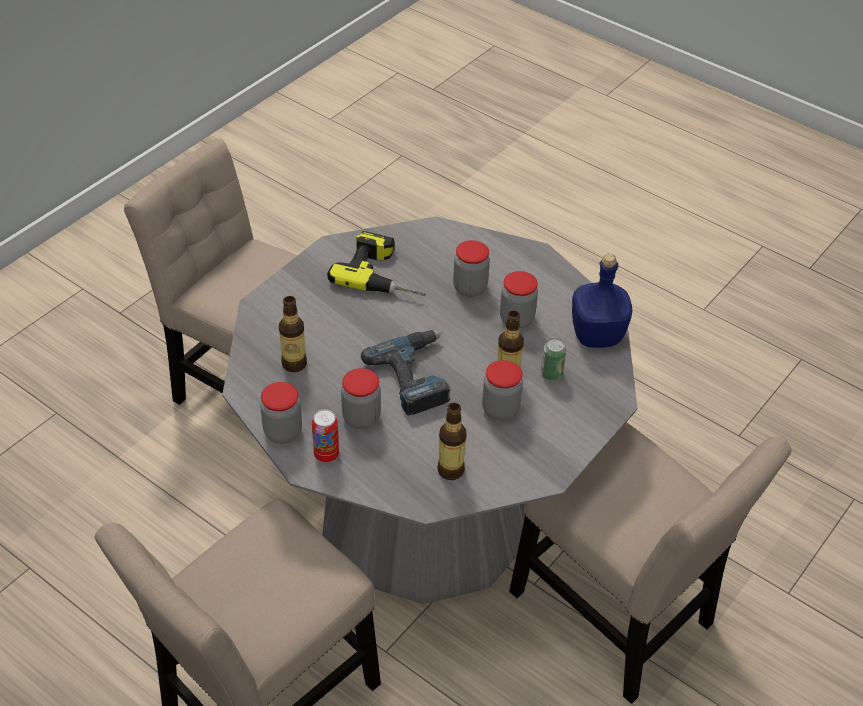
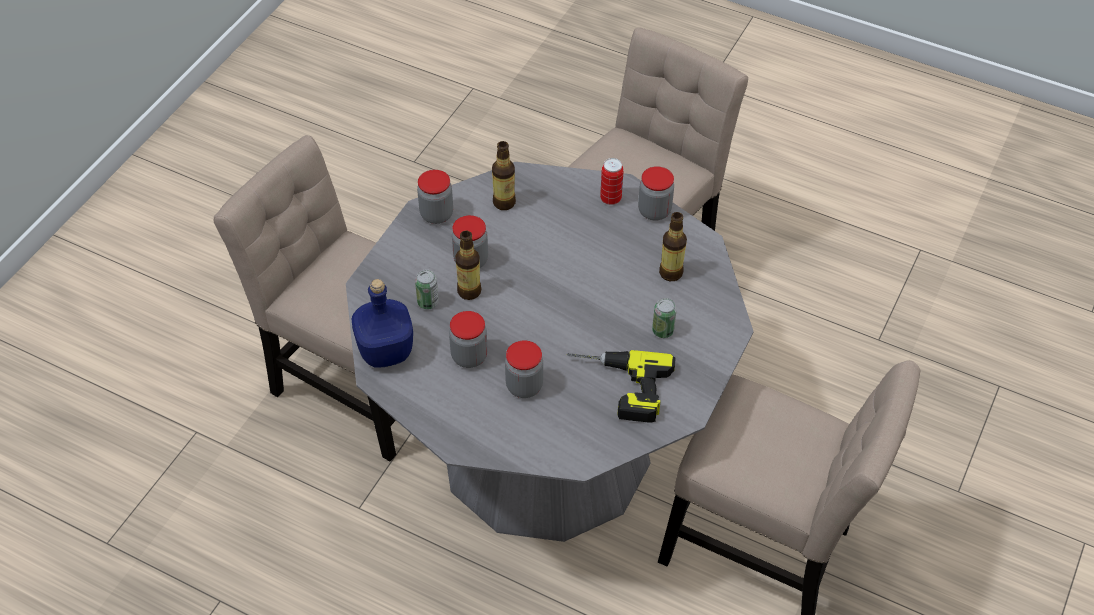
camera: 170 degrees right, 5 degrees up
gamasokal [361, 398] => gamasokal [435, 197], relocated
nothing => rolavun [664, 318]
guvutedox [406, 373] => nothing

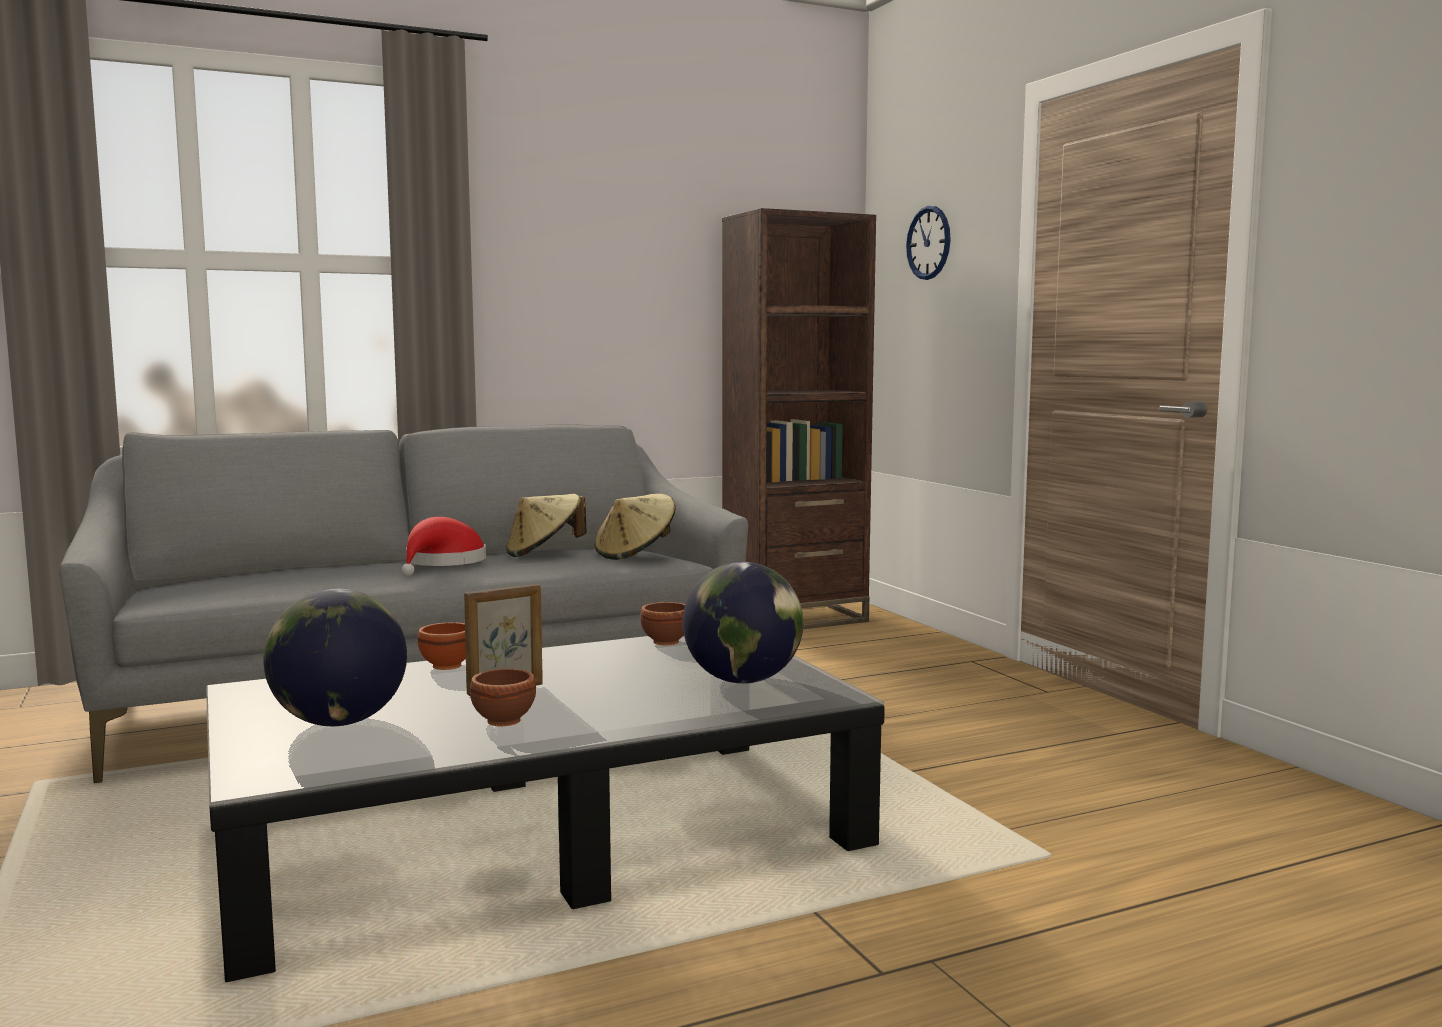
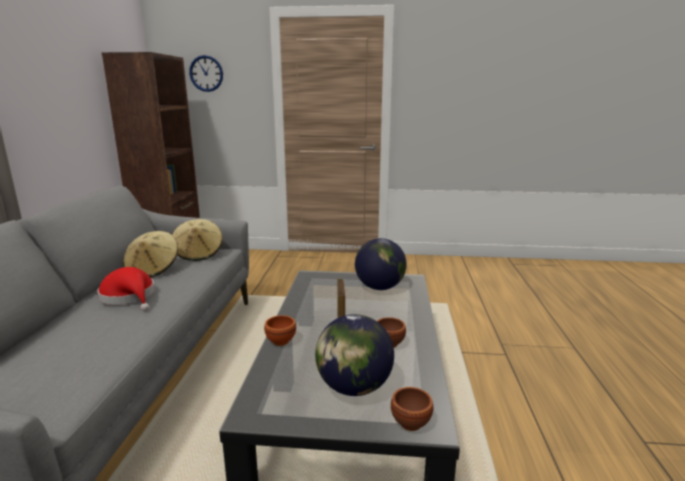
camera: 60 degrees left, 10 degrees up
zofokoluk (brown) [662, 623] => zofokoluk (brown) [412, 409], relocated

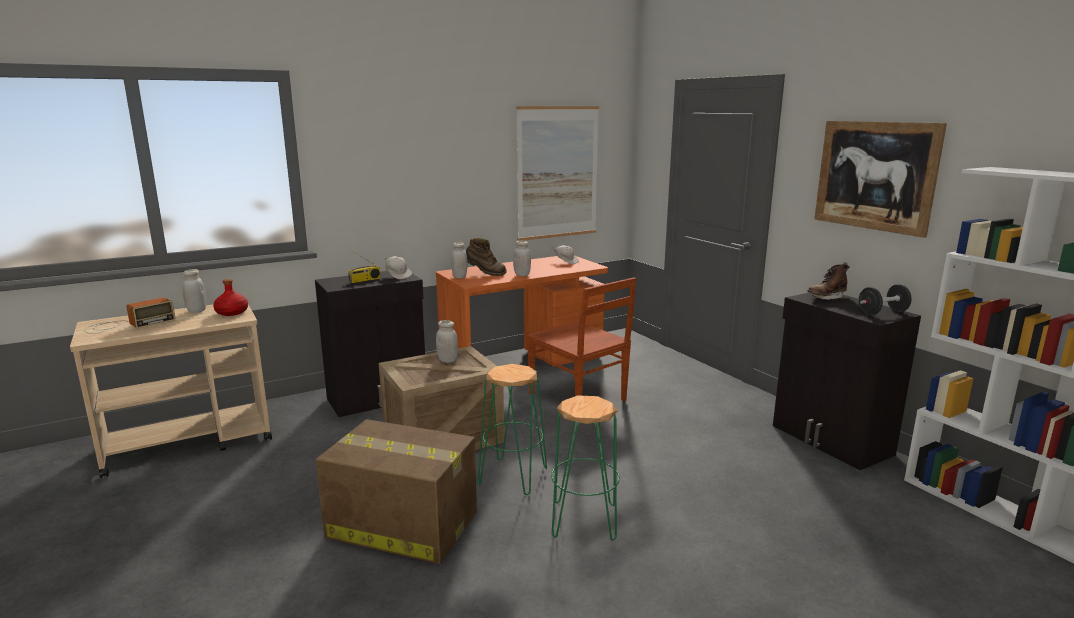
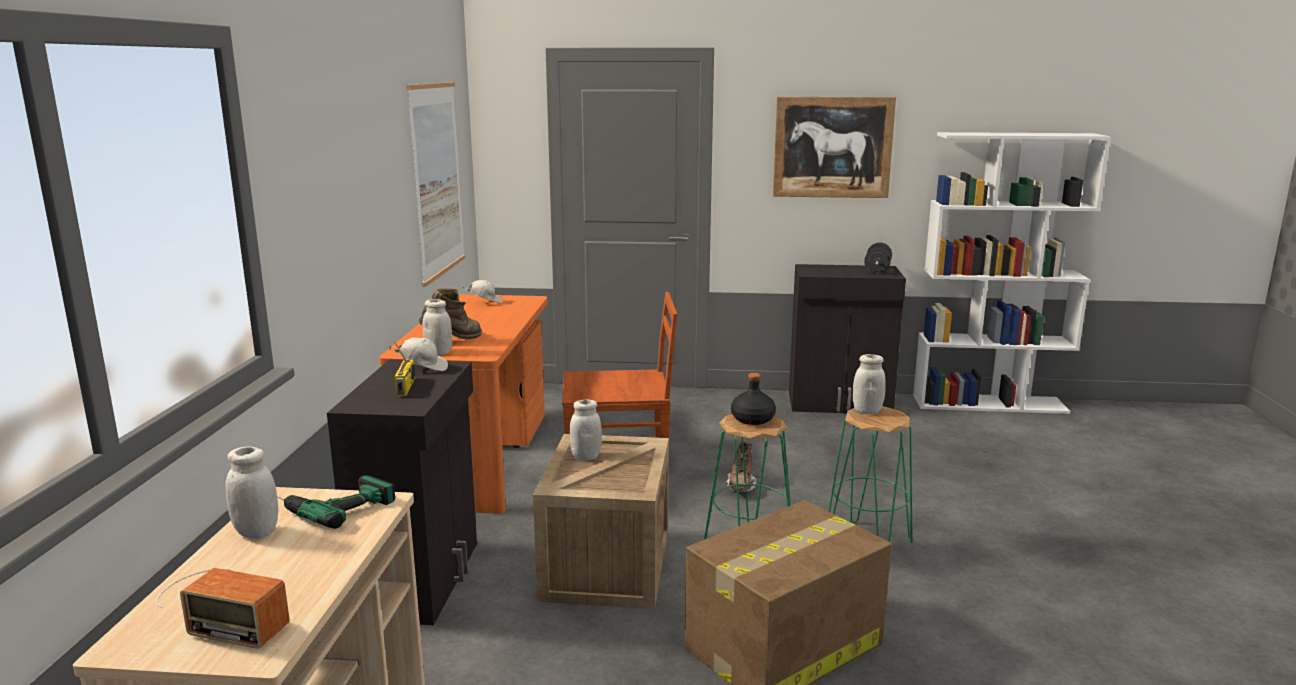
camera: 55 degrees left, 0 degrees up
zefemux [129, 315] => zefemux [223, 608], 120 degrees clockwise
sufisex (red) [230, 297] => guvutedox [336, 502]
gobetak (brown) [828, 281] => gobetak (brown) [741, 466], relocated
nothing => sufisex (black) [753, 399]
gamasokal (white) [522, 258] => gamasokal (white) [869, 384], relocated

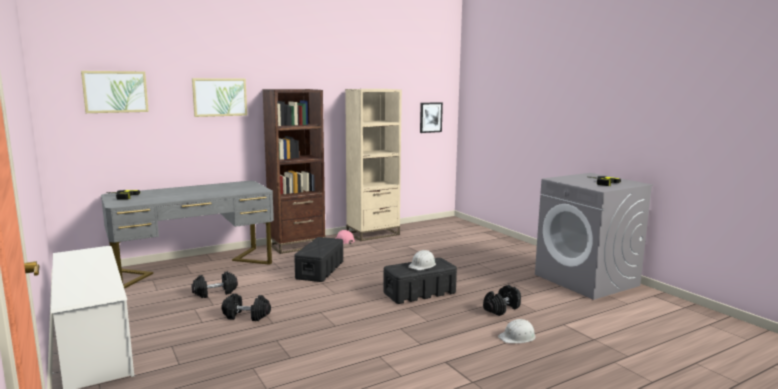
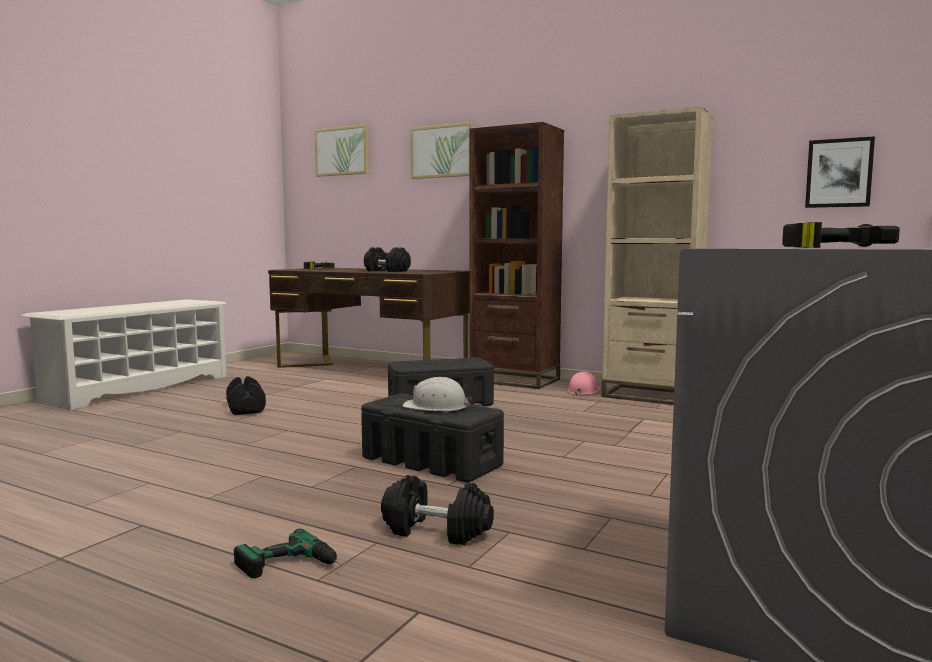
camera: 60 degrees right, 5 degrees down
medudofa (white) [517, 331] => guvutedox [289, 553]
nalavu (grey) [187, 235] => nalavu (brown) [368, 318]
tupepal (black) [214, 284] => tupepal (black) [387, 259], relocated

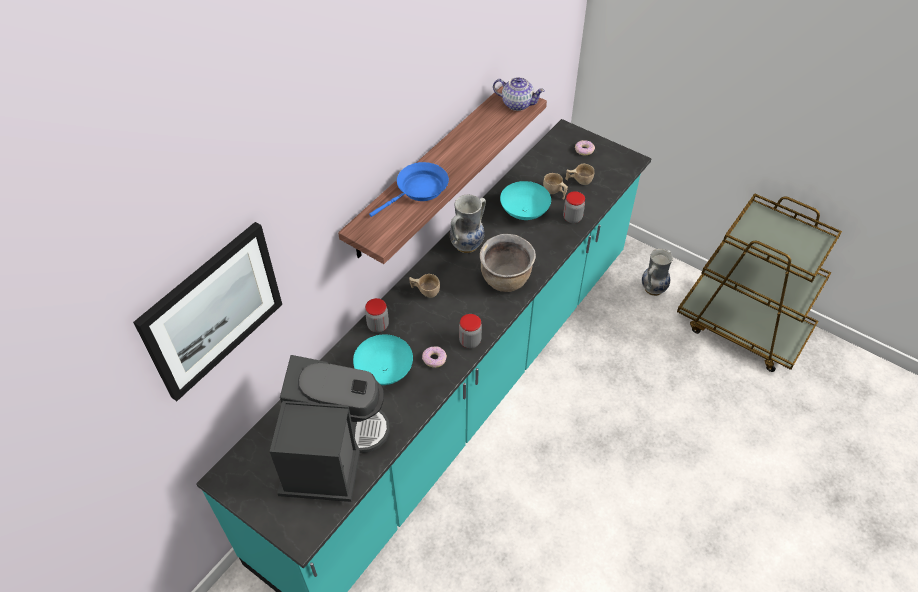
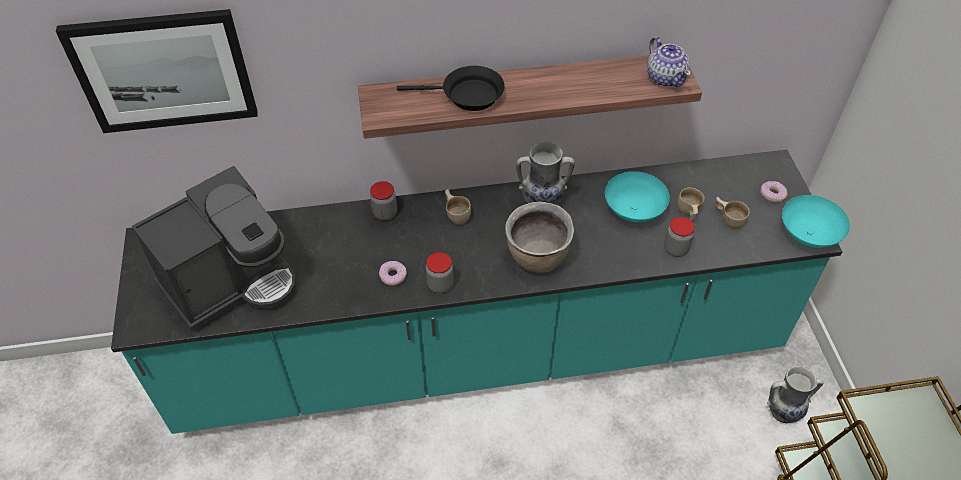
camera: 45 degrees right, 0 degrees up
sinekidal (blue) [409, 189] => sinekidal (black) [451, 88]
zofokoluk (turquoise) [383, 359] => zofokoluk (turquoise) [816, 221], relocated

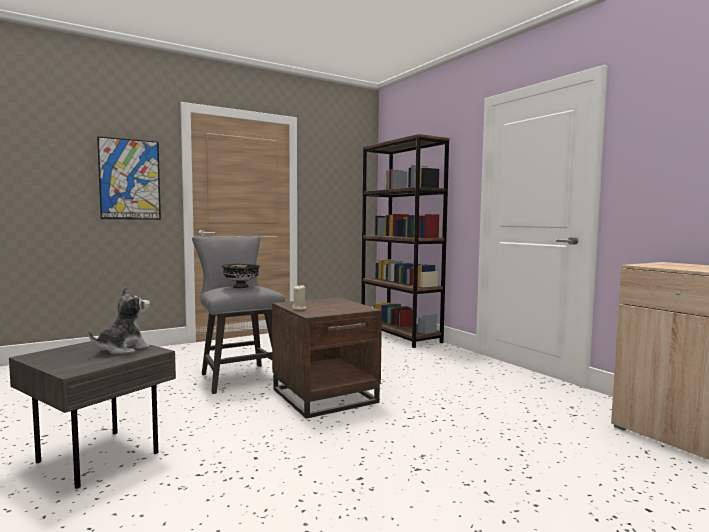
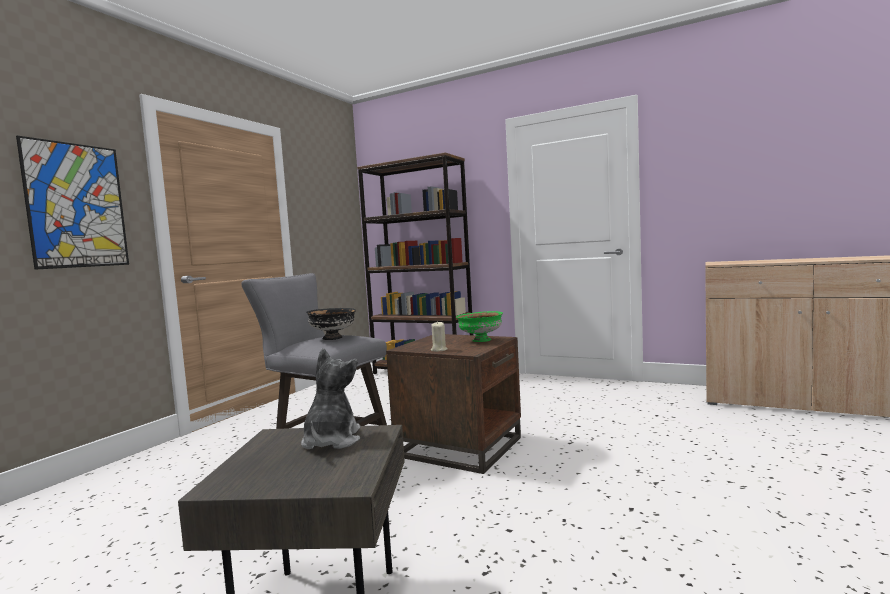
camera: 30 degrees left, 0 degrees up
nothing => zofokoluk (green) [479, 326]

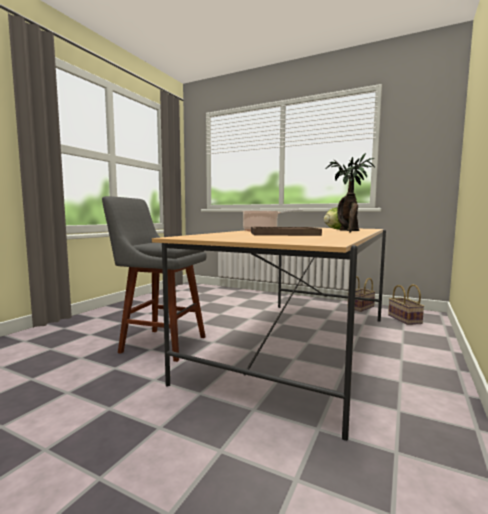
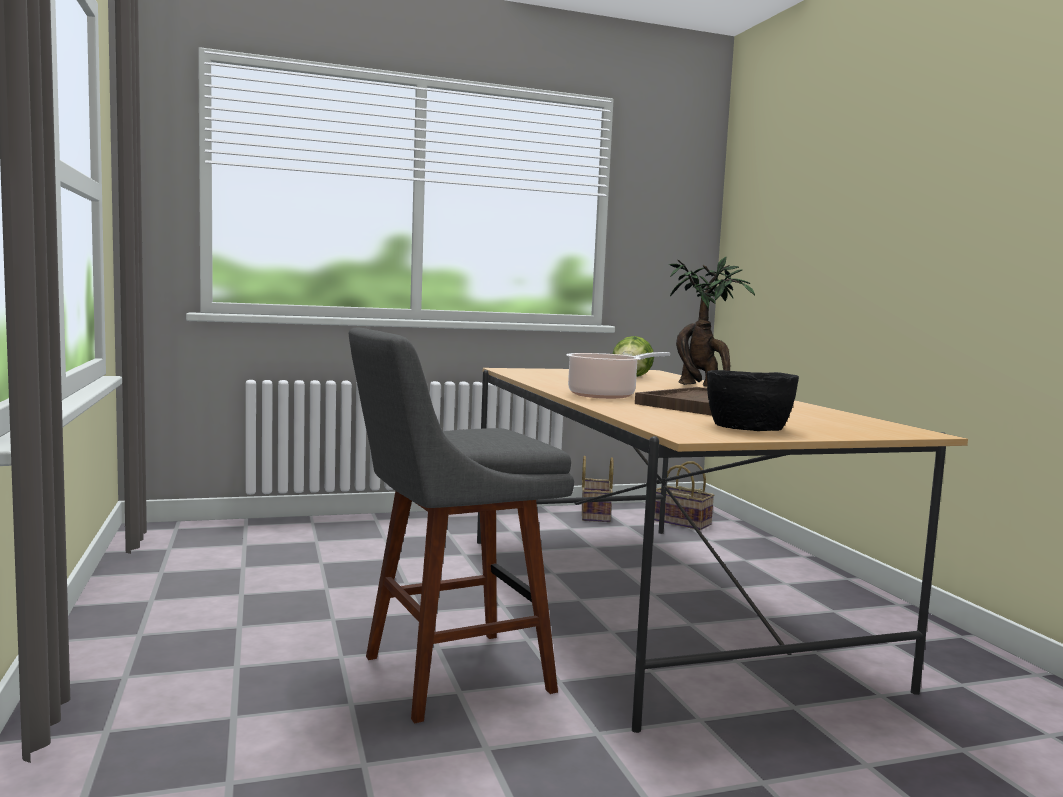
camera: 45 degrees left, 0 degrees up
nothing => zofokoluk (black) [753, 400]

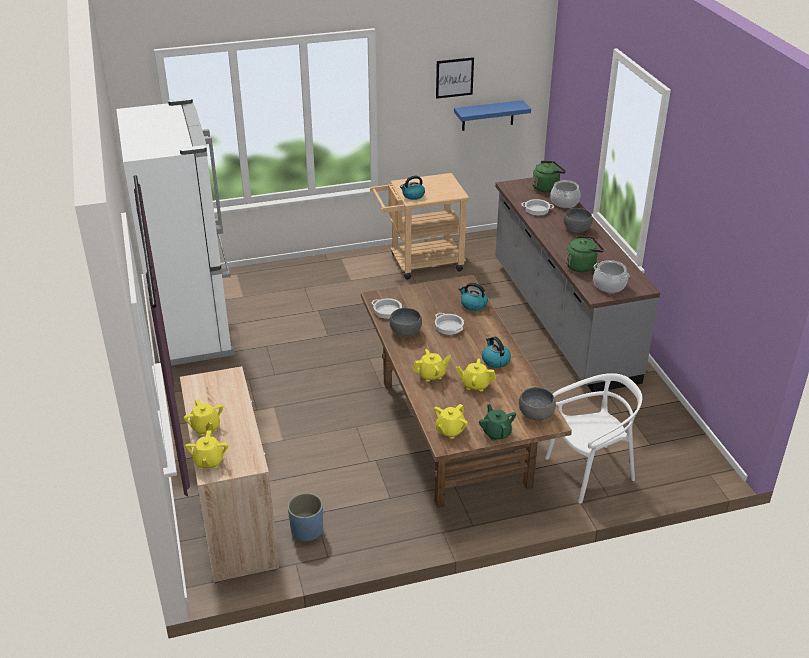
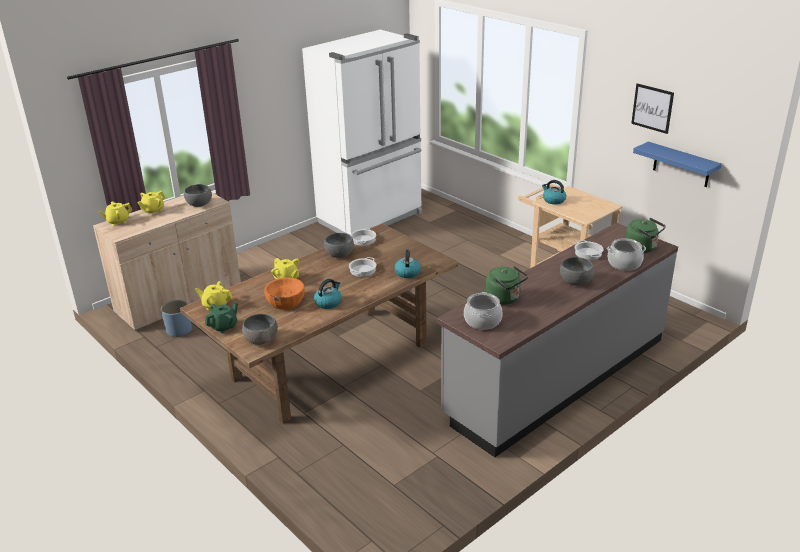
camera: 65 degrees right, 5 degrees down
nothing => zofokoluk (grey) [198, 195]
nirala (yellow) [476, 374] => zofokoluk (orange) [284, 293]
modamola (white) [593, 438] => nothing

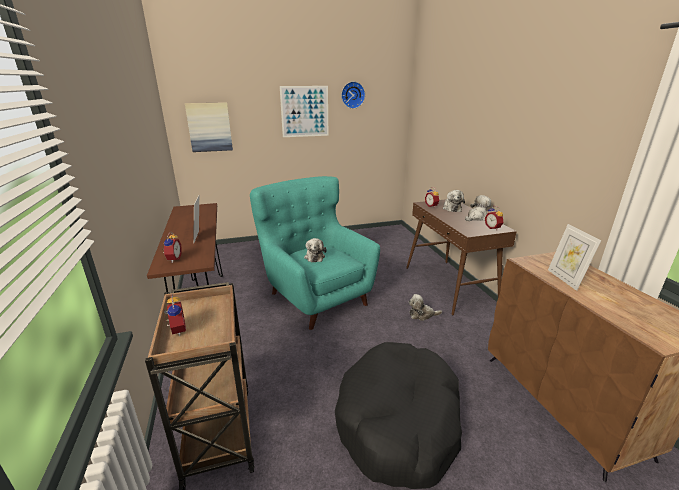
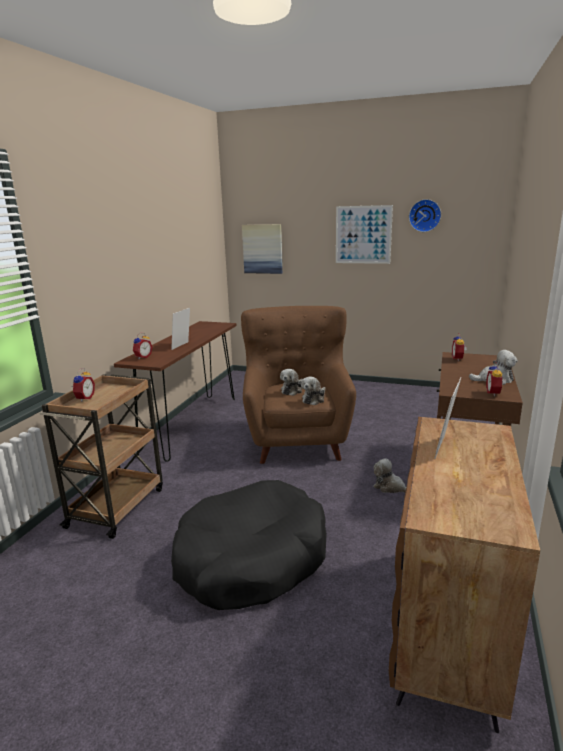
camera: 35 degrees right, 5 degrees down
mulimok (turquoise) [315, 253] => mulimok (brown) [298, 385]
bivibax [454, 201] => bivibax [313, 391], relocated

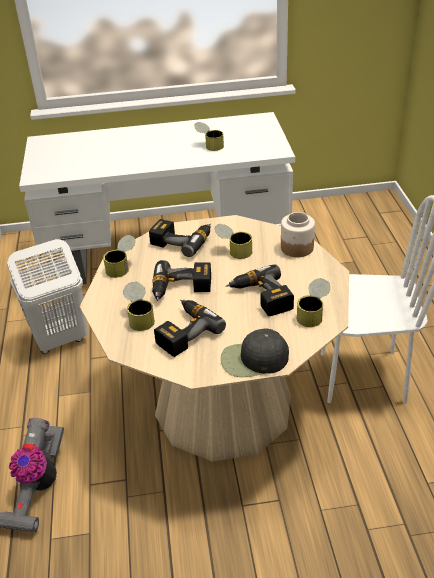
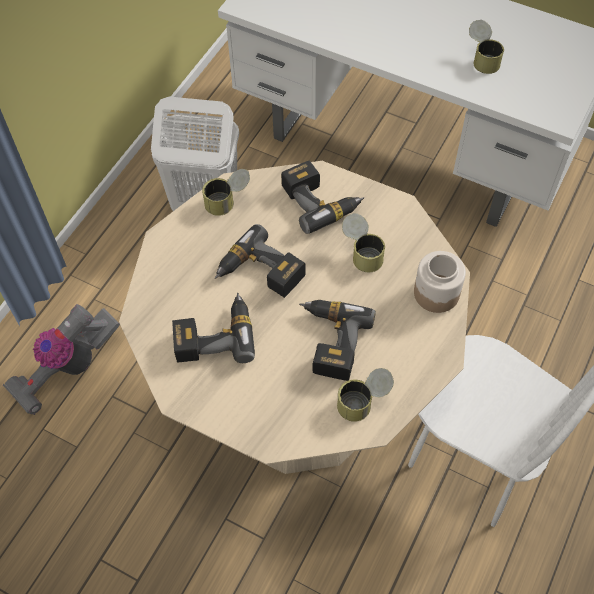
camera: 35 degrees right, 20 degrees up
rolavun [139, 306] => nothing
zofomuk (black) [255, 352] => nothing

